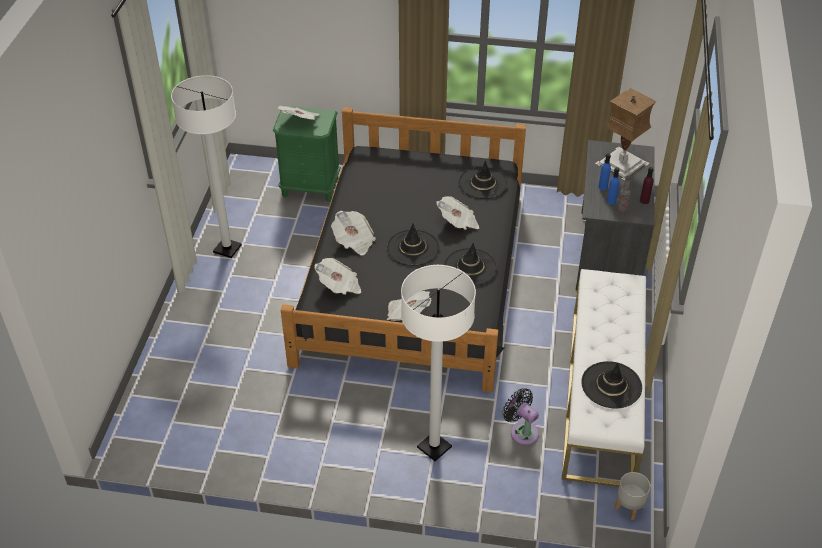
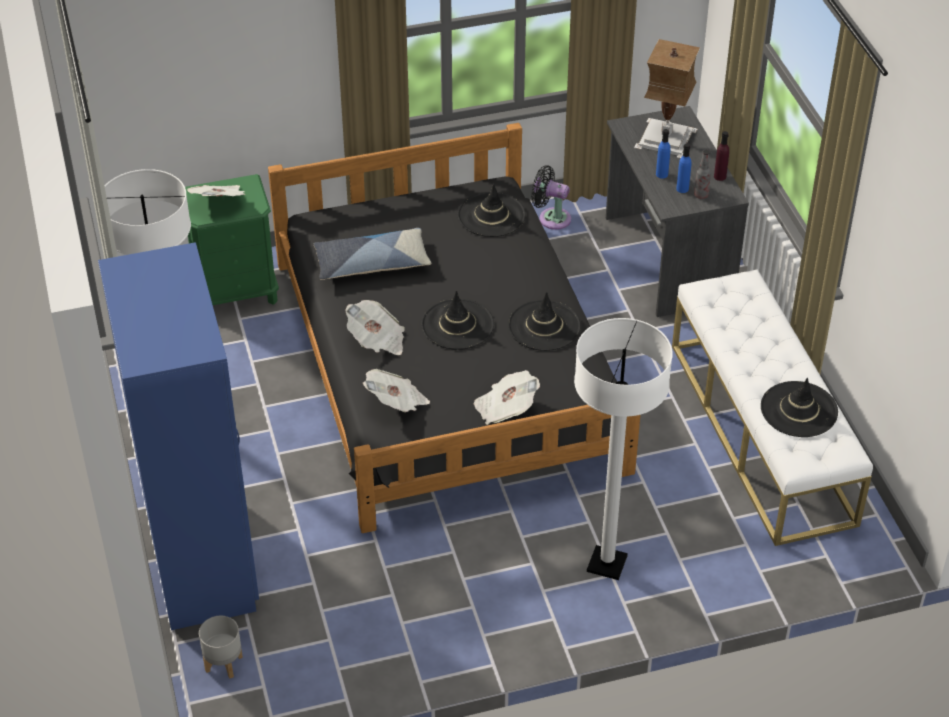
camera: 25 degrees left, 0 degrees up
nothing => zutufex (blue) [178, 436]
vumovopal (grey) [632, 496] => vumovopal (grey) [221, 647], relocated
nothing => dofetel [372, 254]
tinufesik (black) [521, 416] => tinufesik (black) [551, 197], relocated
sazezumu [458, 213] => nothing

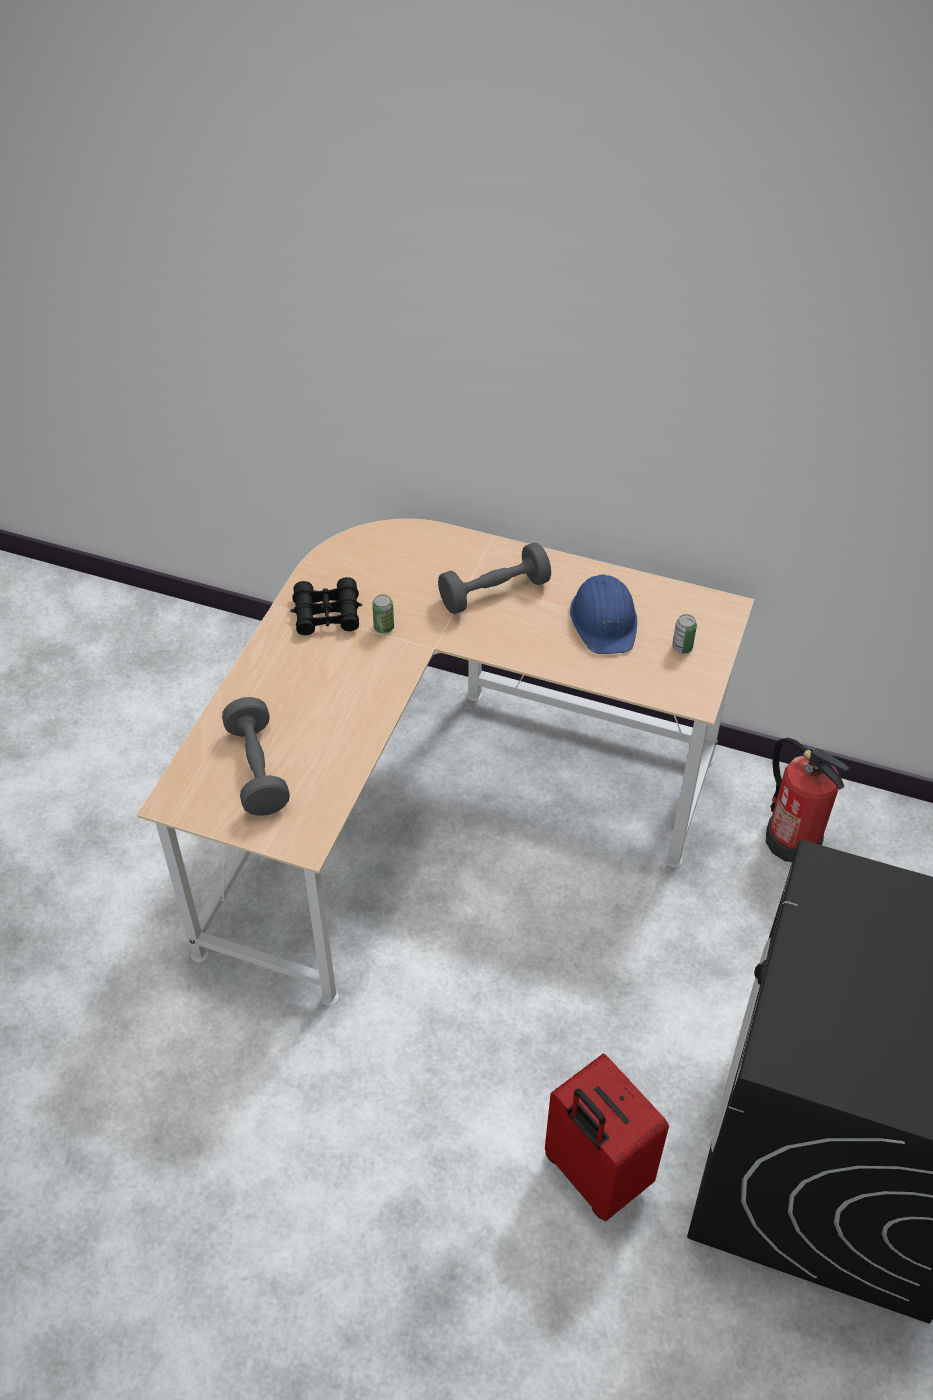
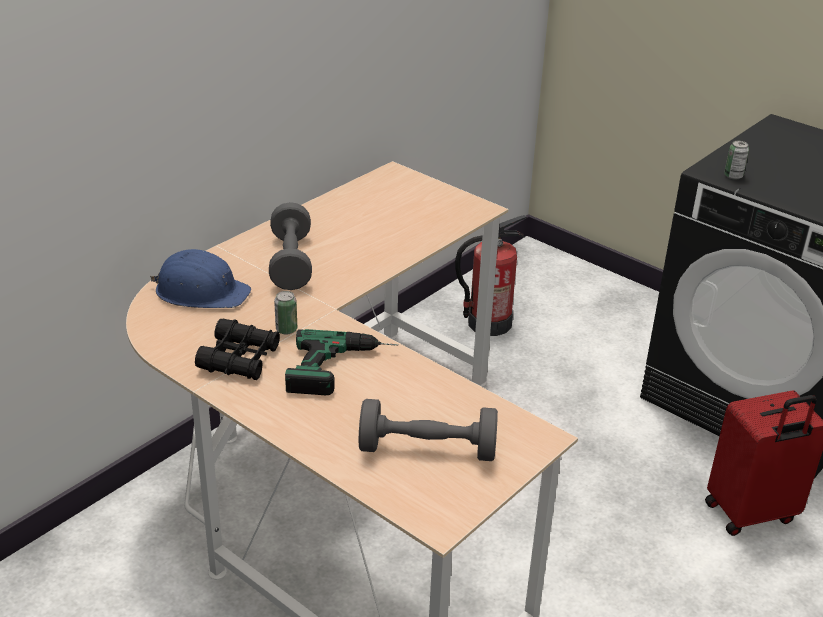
camera: 70 degrees left, 15 degrees down
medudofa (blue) [603, 614] => medudofa (blue) [200, 278], relocated
nothing => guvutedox [341, 362]
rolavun [684, 634] => rolavun [736, 160], relocated

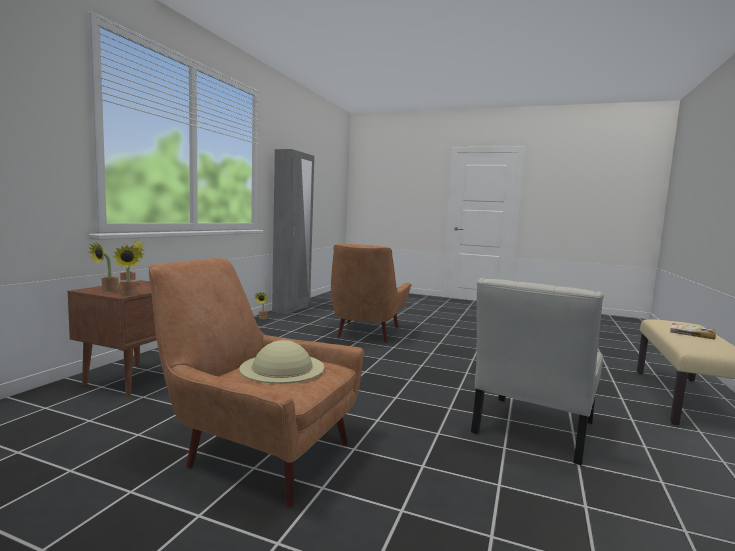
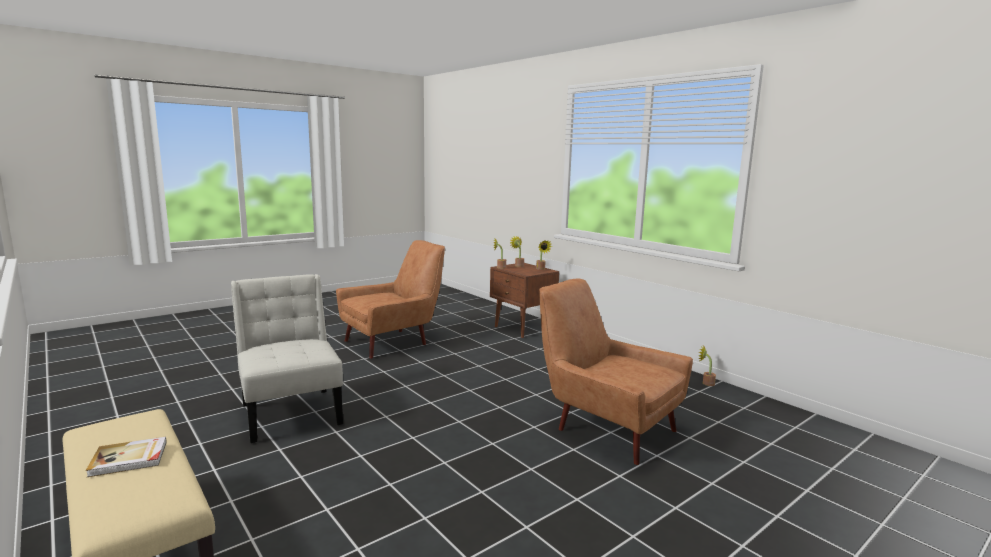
camera: 120 degrees right, 5 degrees up
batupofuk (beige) [281, 362] => nothing
zutufex (grey) [293, 231] => nothing

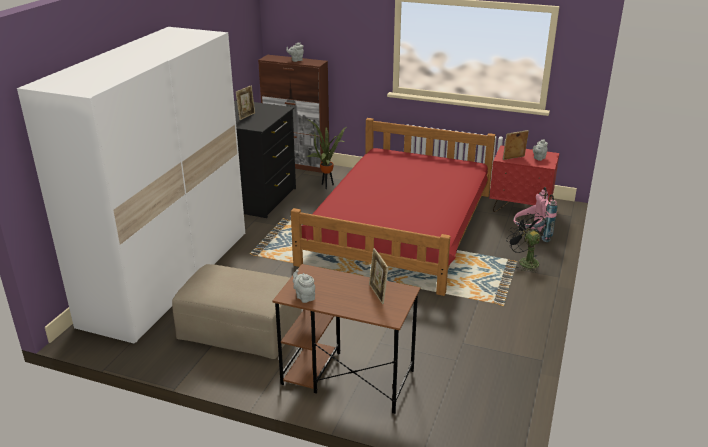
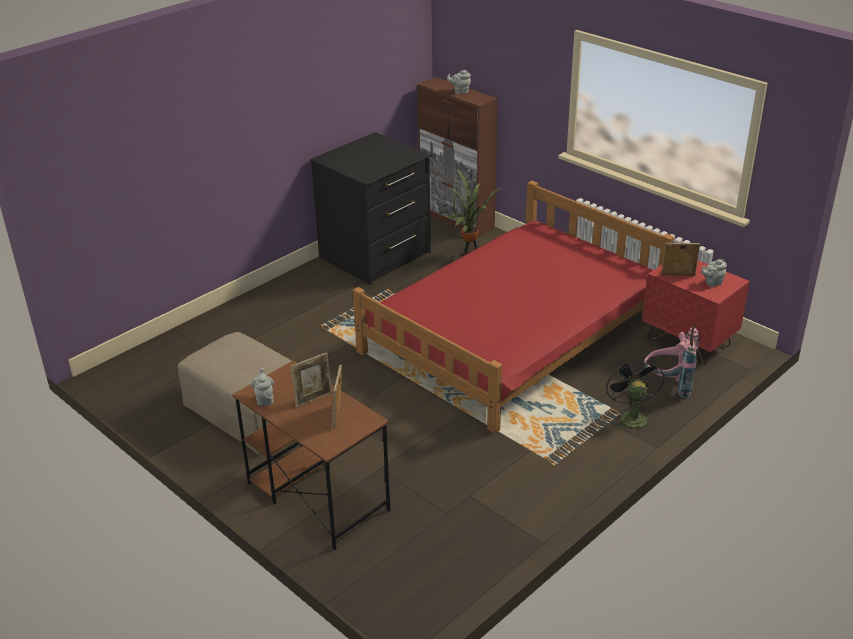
camera: 25 degrees right, 5 degrees up
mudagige [245, 102] => mudagige [311, 379], relocated
zutufex (white) [131, 185] => nothing

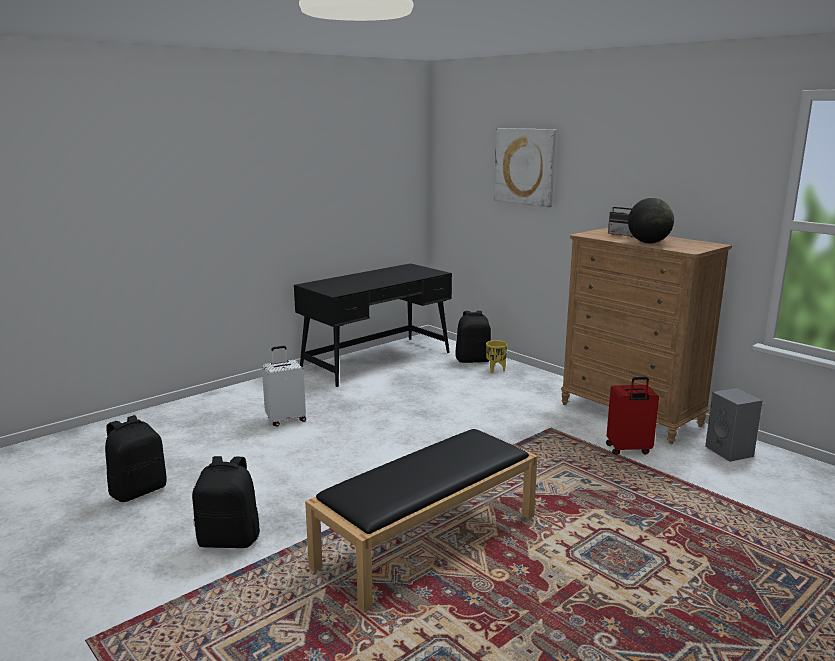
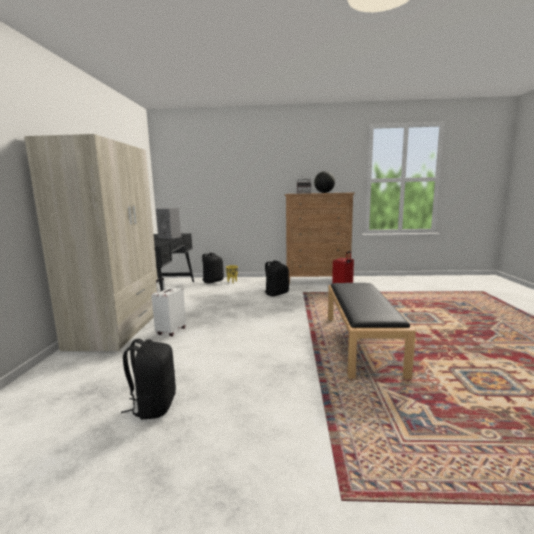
camera: 45 degrees left, 5 degrees down
nothing => zutufex (beige) [91, 242]
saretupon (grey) [734, 425] => saretupon (grey) [168, 223], relocated
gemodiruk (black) [226, 502] => gemodiruk (black) [276, 278], relocated
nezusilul [525, 167] => nothing

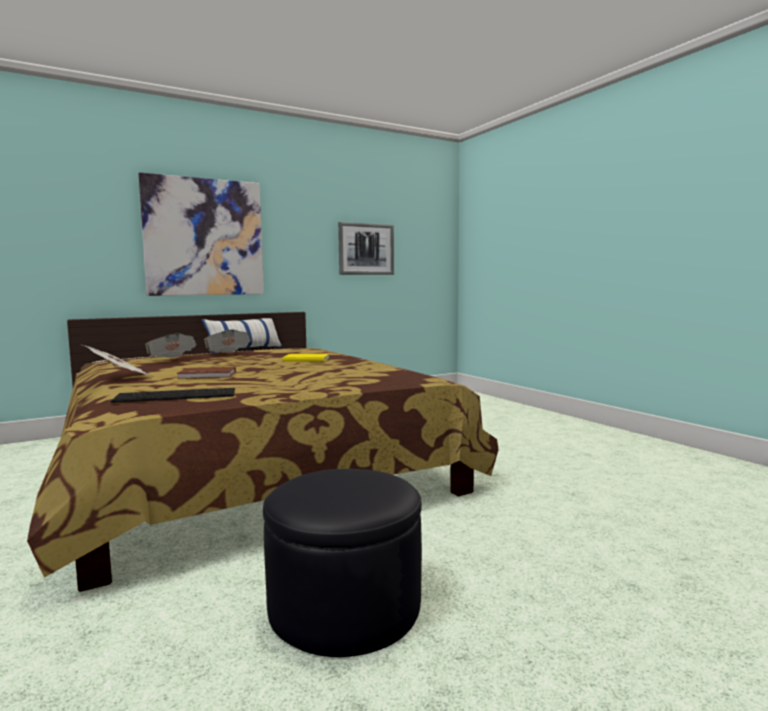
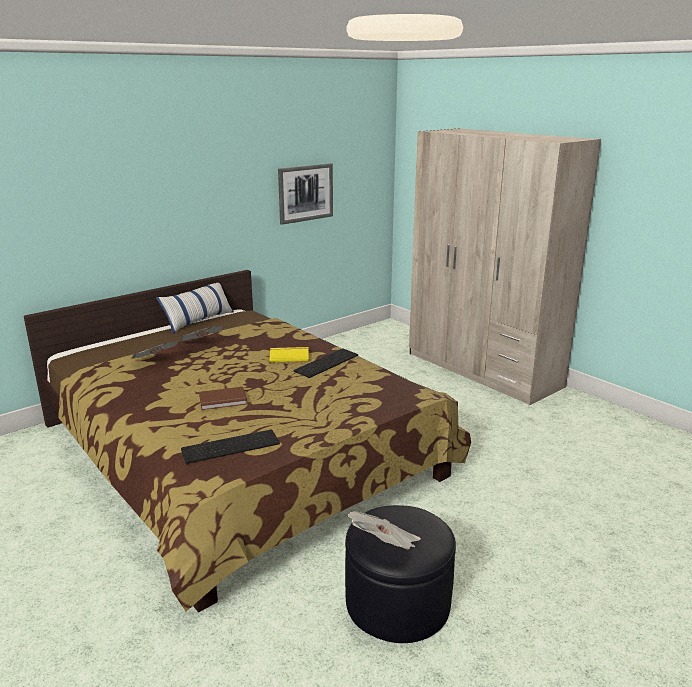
camera: 10 degrees left, 15 degrees up
nothing => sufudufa [326, 363]
sazezumu [119, 361] => sazezumu [384, 530], relocated
nothing => zutufex (beige) [505, 266]
nezusilul [201, 234] => nothing

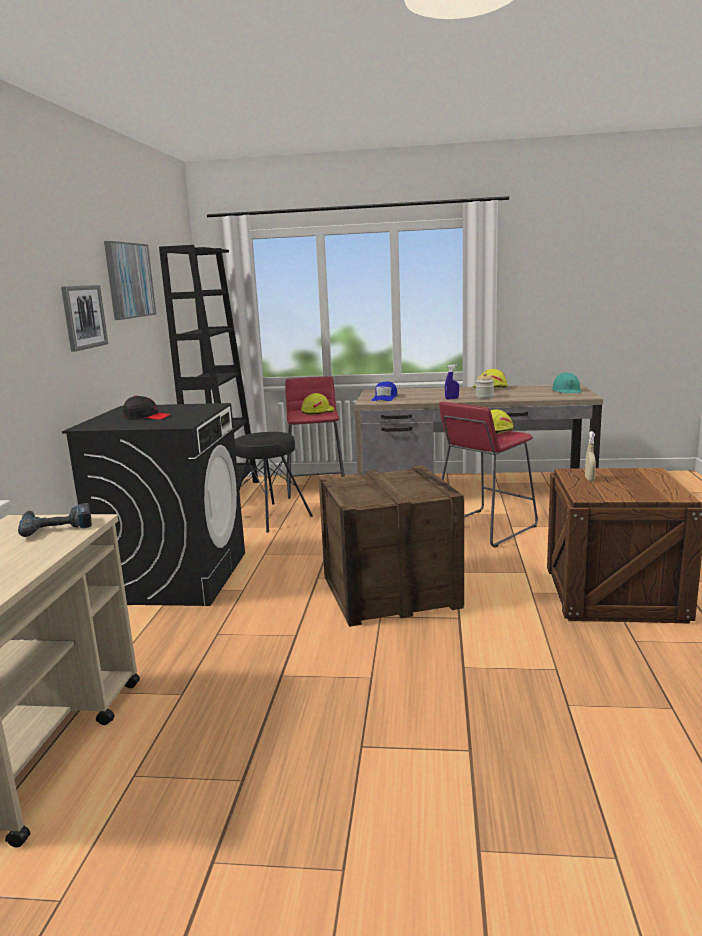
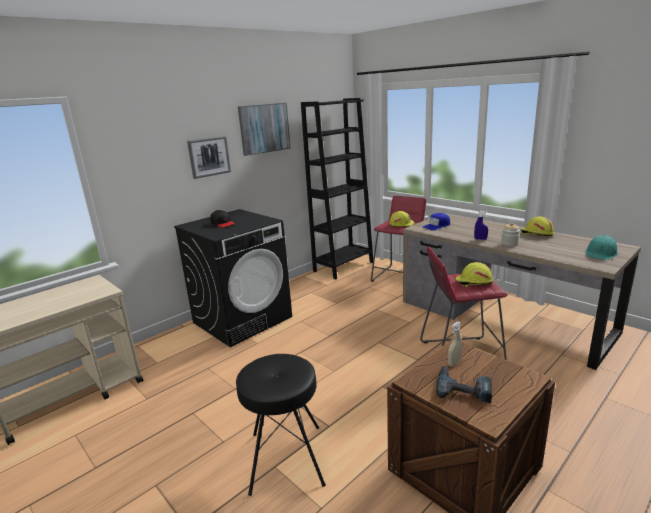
camera: 40 degrees right, 5 degrees up
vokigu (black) [274, 482] => vokigu (black) [281, 425], relocated
guvutedox [55, 520] => guvutedox [464, 384], relocated
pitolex [391, 546] => nothing

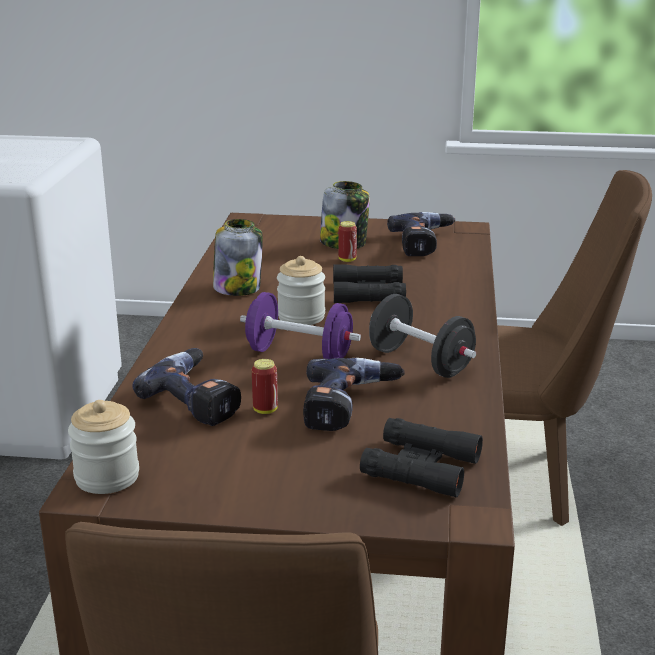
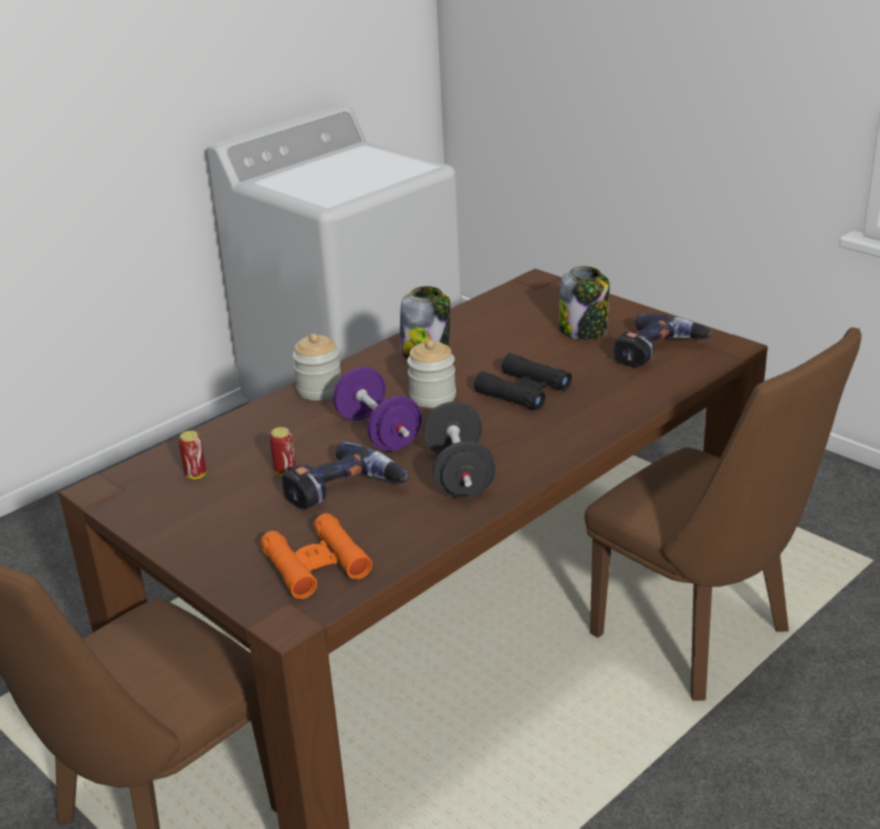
camera: 40 degrees right, 5 degrees up
rolavun [347, 241] => rolavun [192, 455], relocated
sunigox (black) [421, 458] => sunigox (orange) [316, 556]
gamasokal [103, 447] => gamasokal [316, 367], relocated
guvutedox [186, 387] => nothing

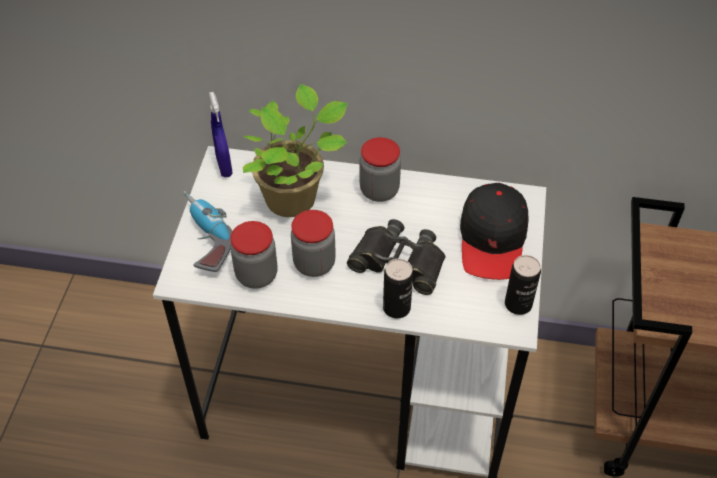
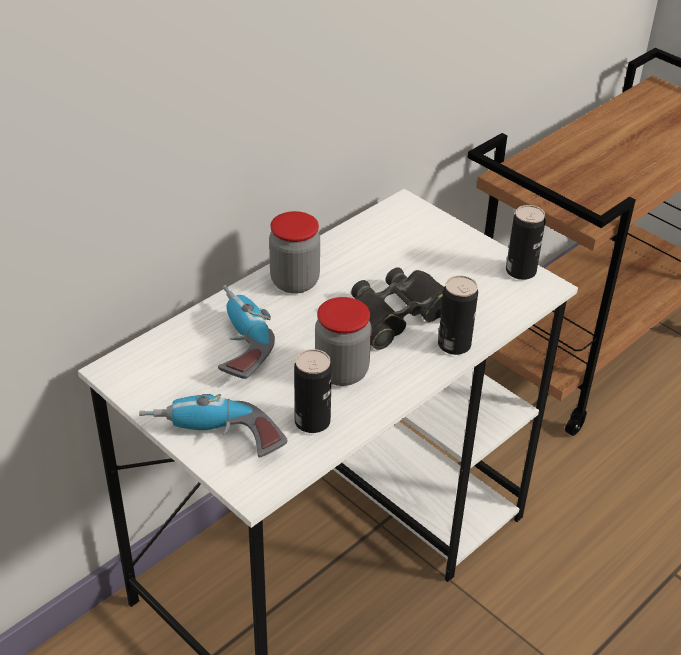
camera: 55 degrees left, 10 degrees down
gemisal [295, 150] => guvutedox [246, 332]
gamasokal [254, 255] => rolavun [313, 391]
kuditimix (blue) [221, 134] => nothing
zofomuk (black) [494, 231] => nothing

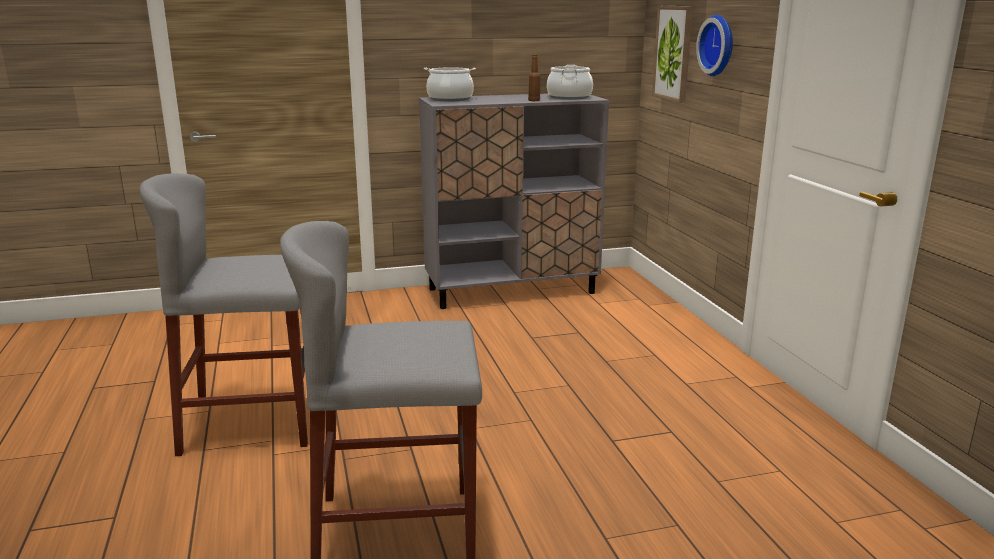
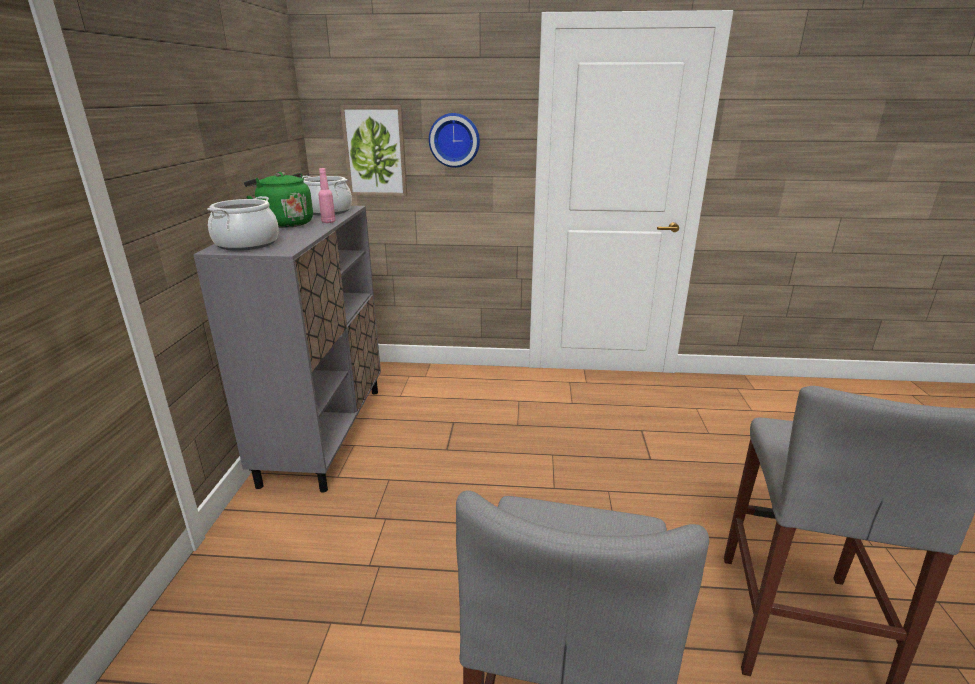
camera: 70 degrees left, 5 degrees up
nothing => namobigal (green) [278, 200]
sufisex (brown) [534, 77] => sufisex (pink) [327, 195]

